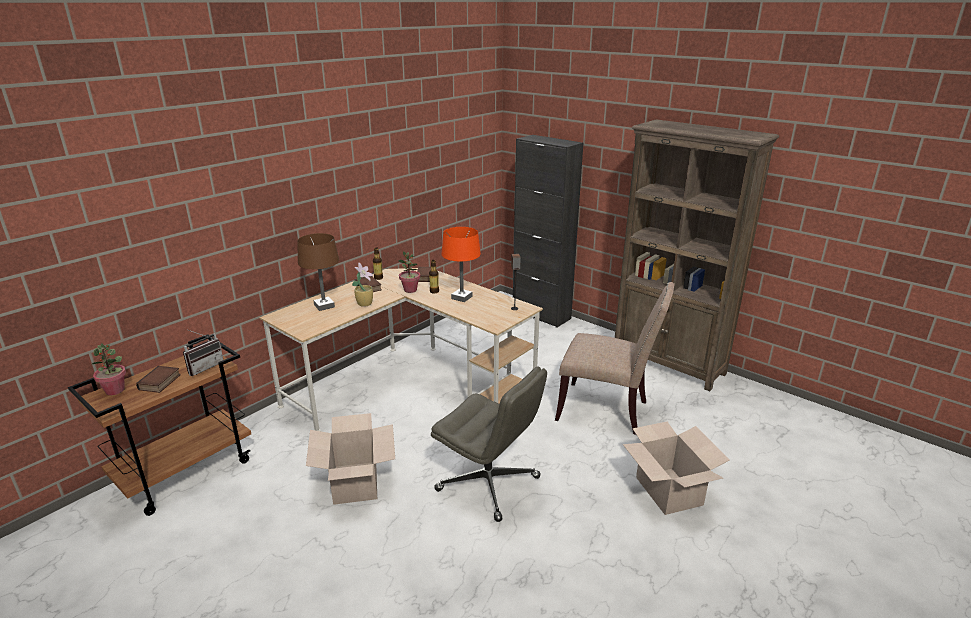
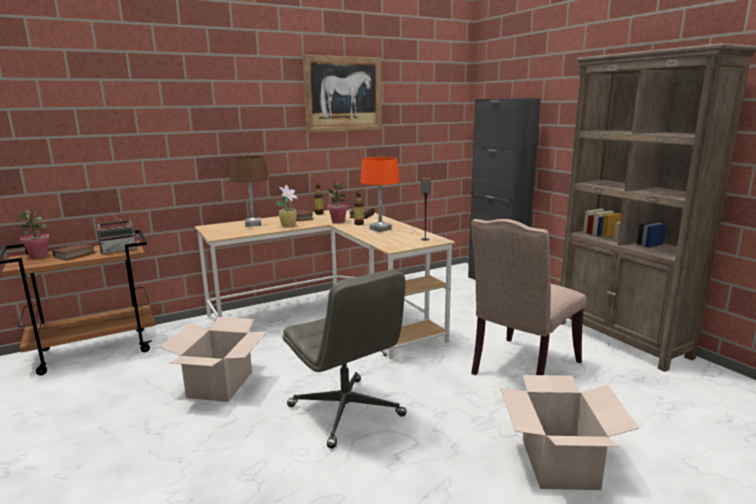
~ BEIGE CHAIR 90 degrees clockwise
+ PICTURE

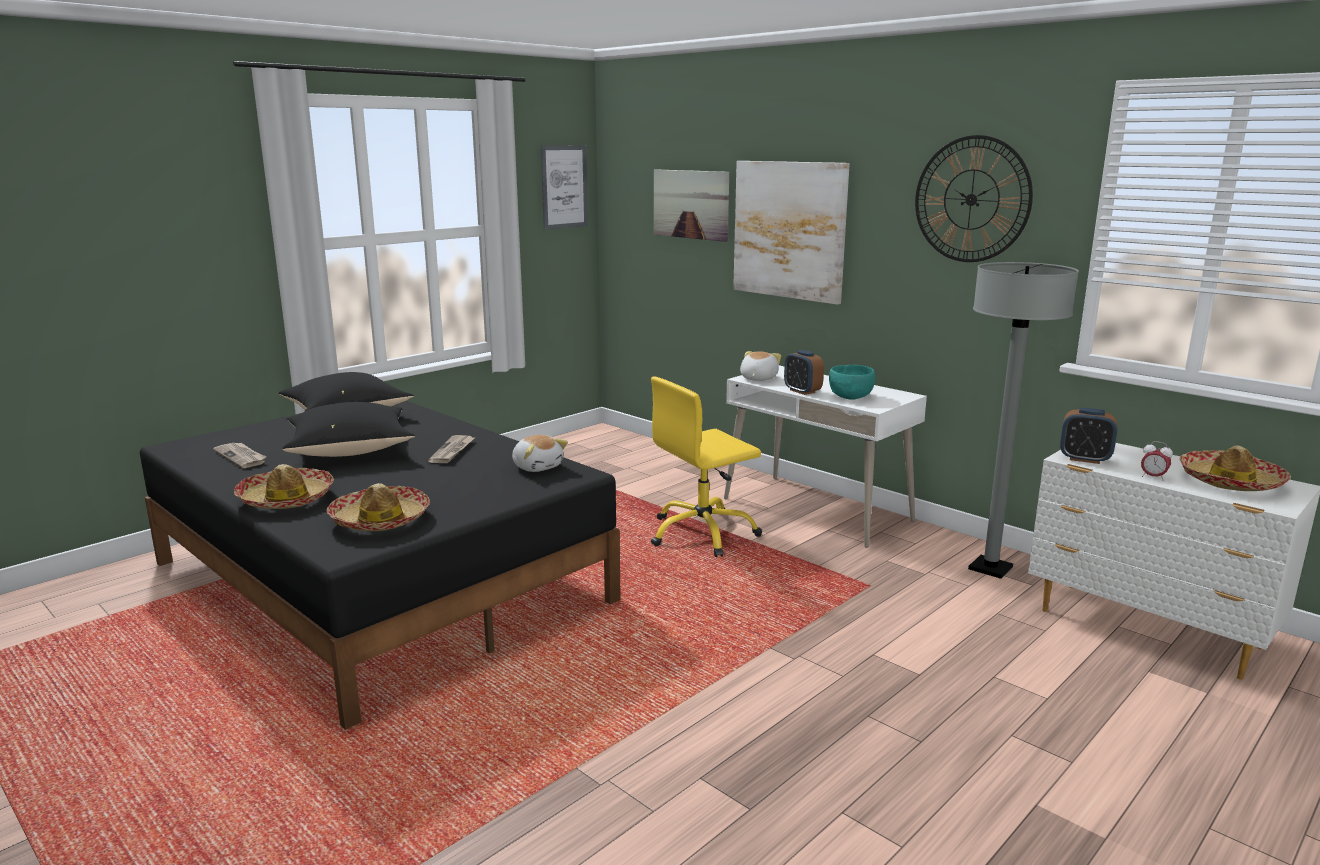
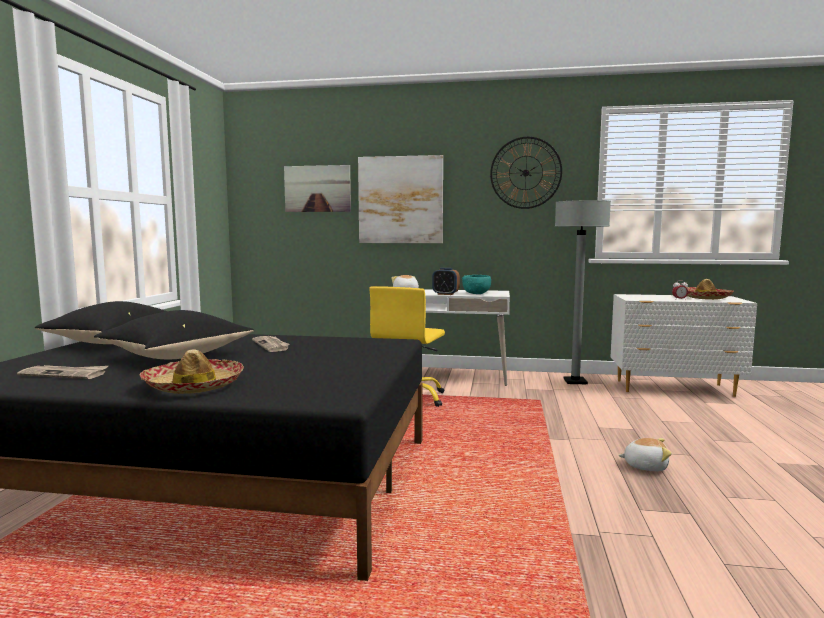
- HAT (2nd from left)
~ PLUSH TOY (1st from left in the first image) to PLUSH TOY (2nd from left)
- PICTURE (1st from left)
- ALARM CLOCK (2nd from left)

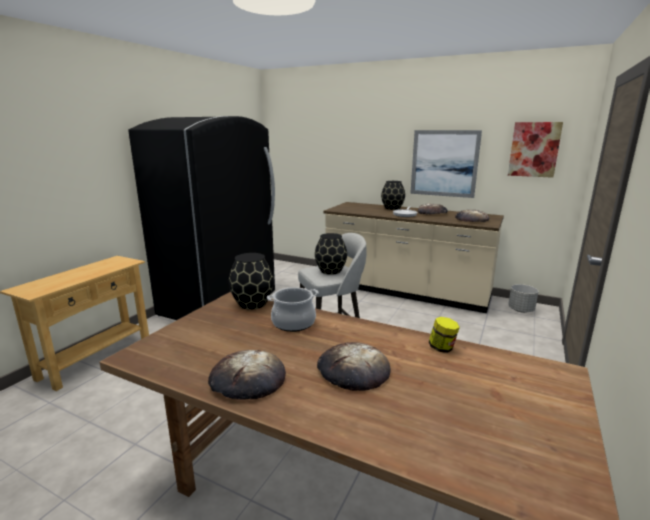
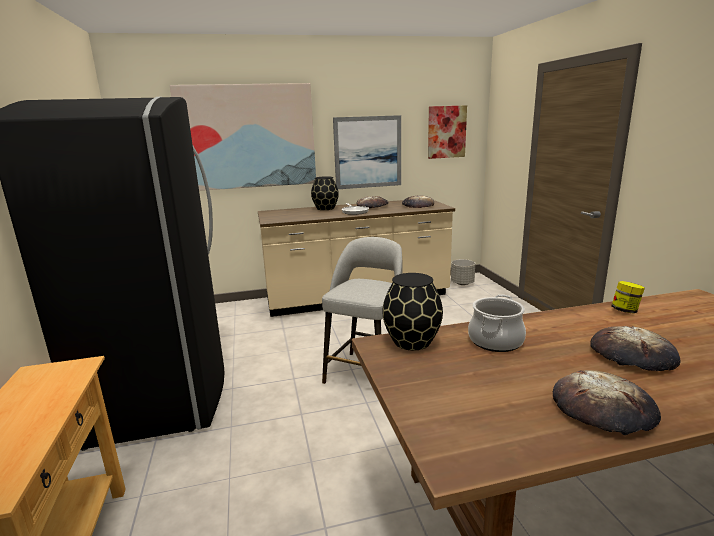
- BLACK VASE (2nd from left)
+ PICTURE (1st from left)

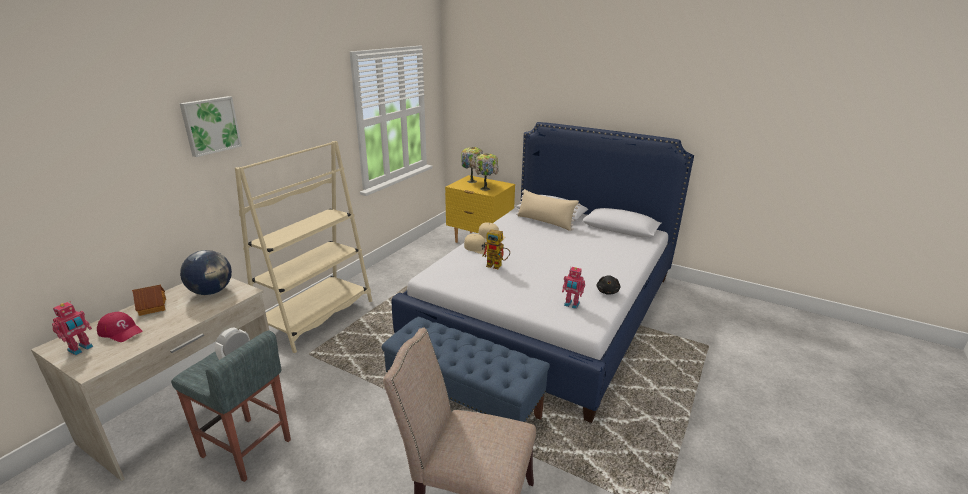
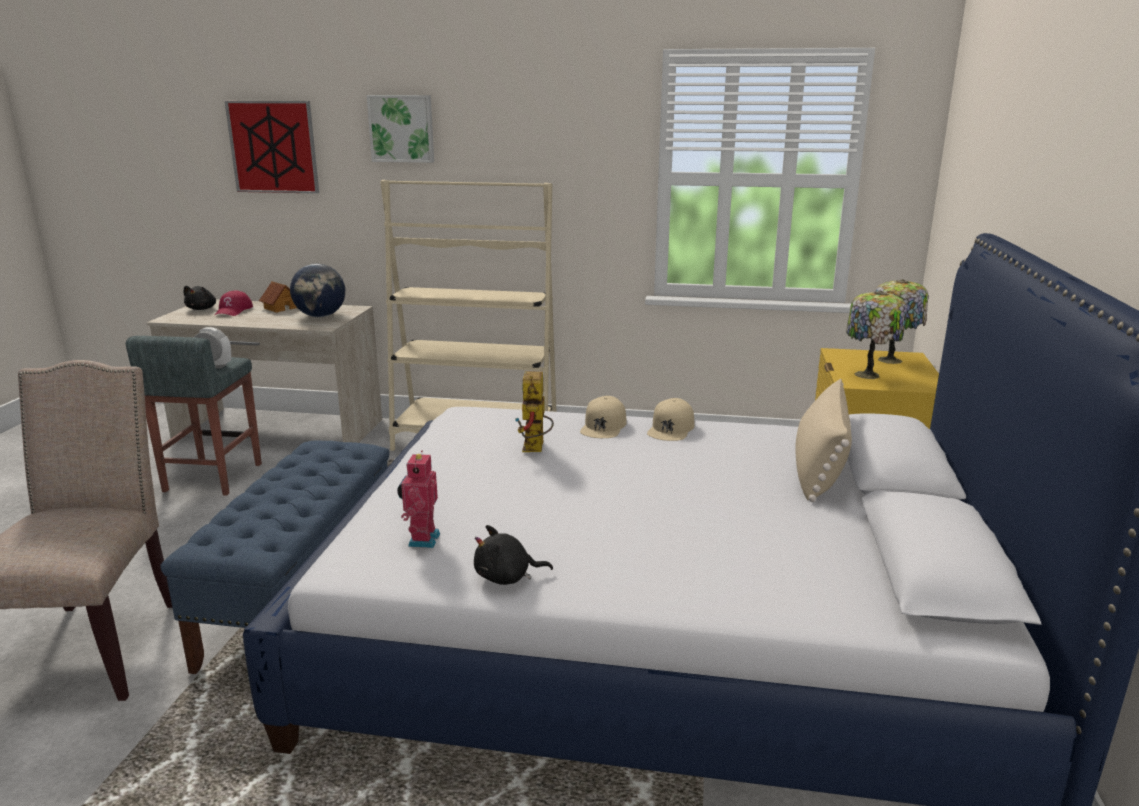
~ TOY ROBOT (1st from left) to BLACK PLUSH TOY (1st from left)
+ PICTURE (1st from left)

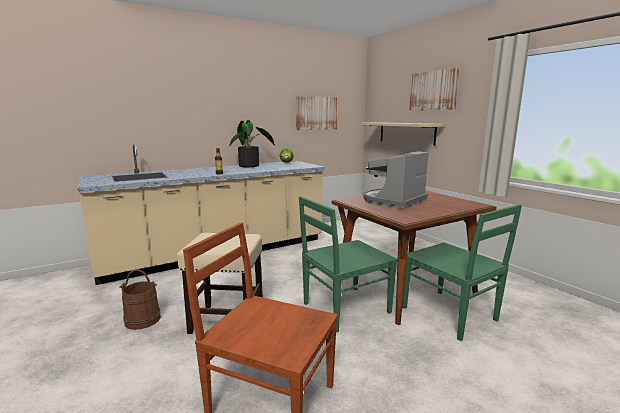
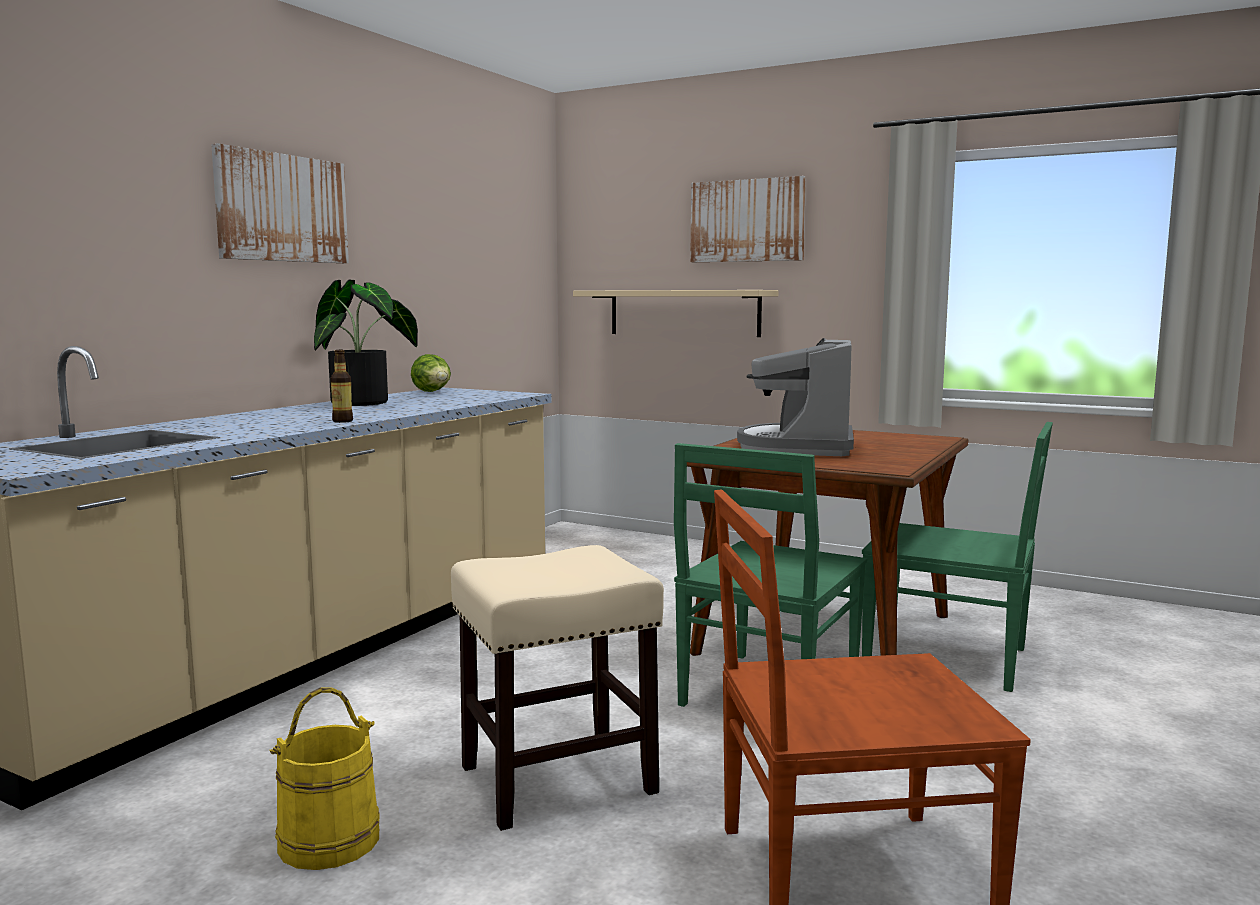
~ BROWN BUCKET to YELLOW BUCKET
~ PICTURE (1st from left)

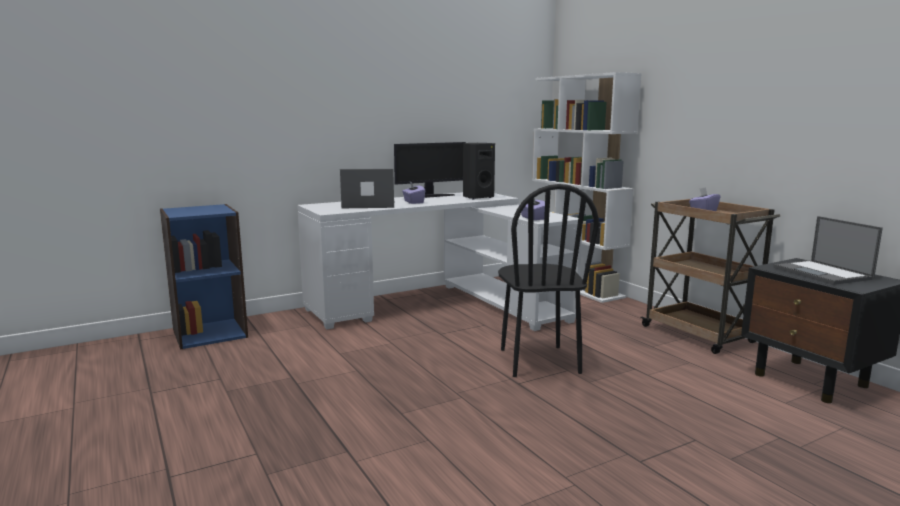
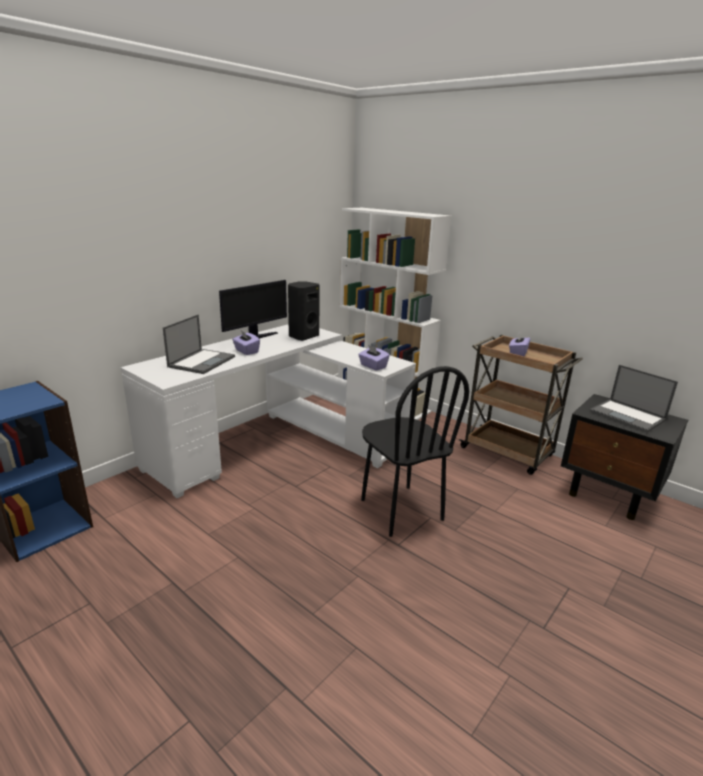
~ LAPTOP (1st from left) 135 degrees clockwise

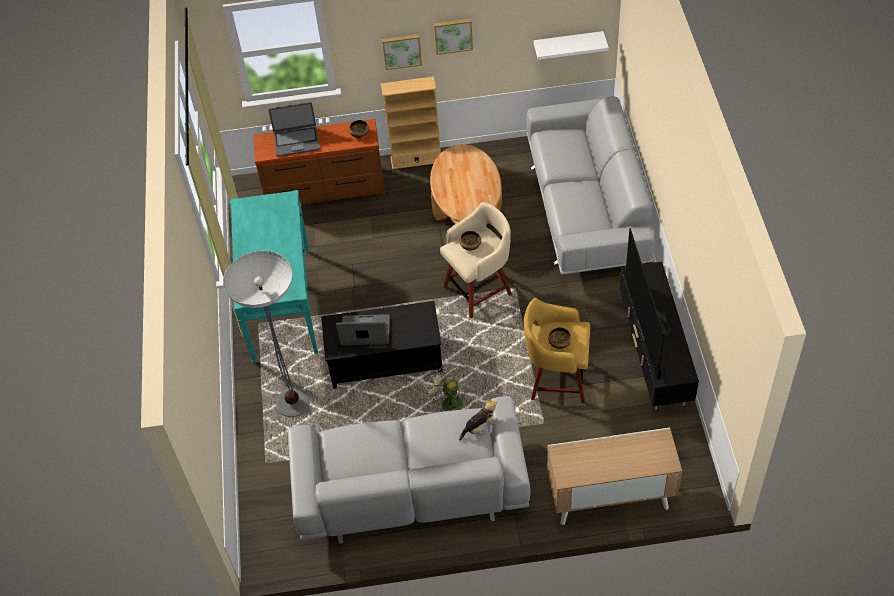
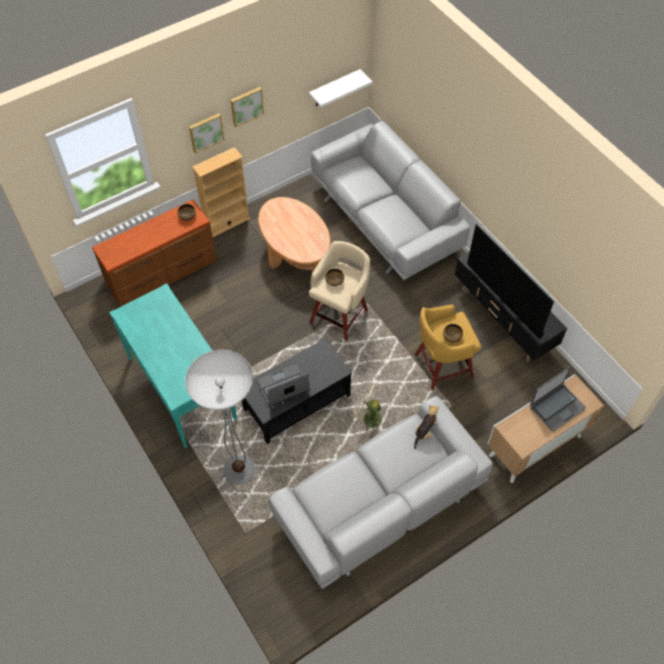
~ LAPTOP (1st from left in the first image) to LAPTOP (2nd from left)

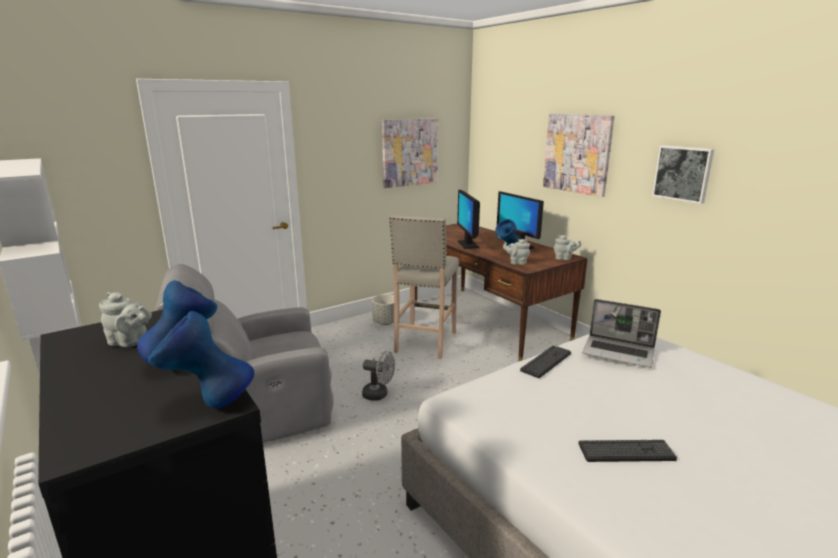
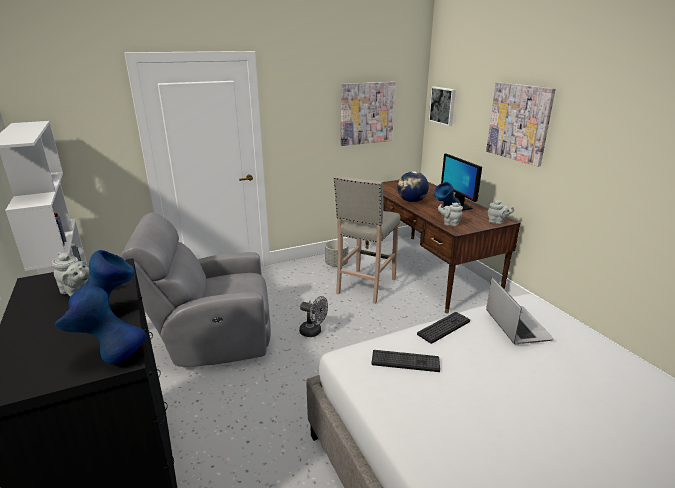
~ MONITOR (1st from left) to GLOBE
~ KEYBOARD (2nd from left in the first image) to KEYBOARD (1st from left)
~ LAPTOP 135 degrees counterclockwise
~ PICTURE (3rd from left in the first image) to PICTURE (2nd from left)

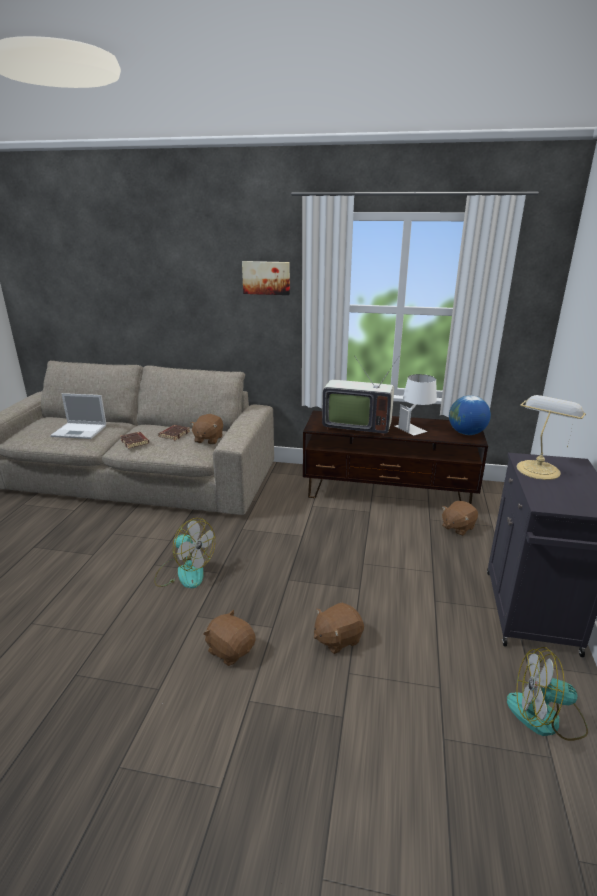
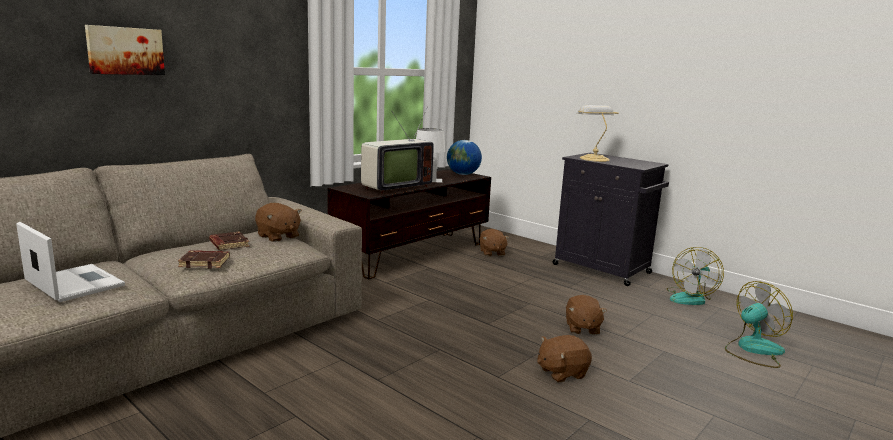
~ LAPTOP 90 degrees counterclockwise
~ FAN (1st from left in the first image) to FAN (2nd from left)
~ PICTURE

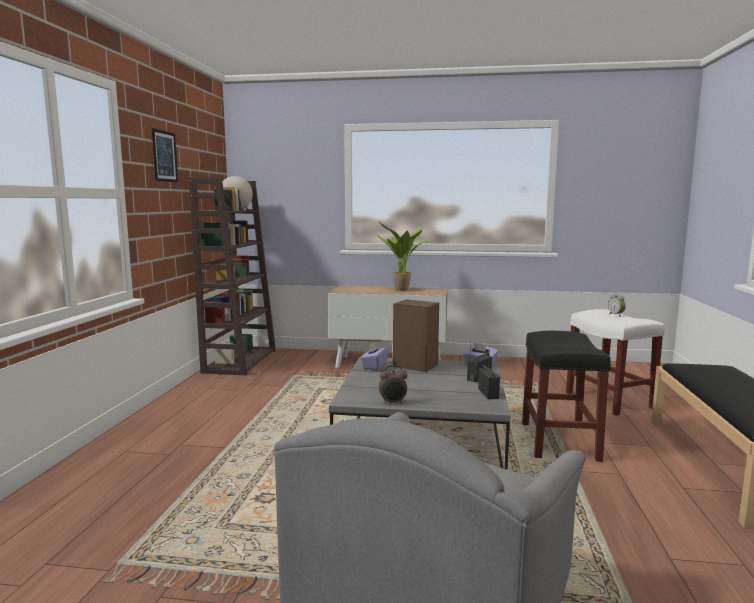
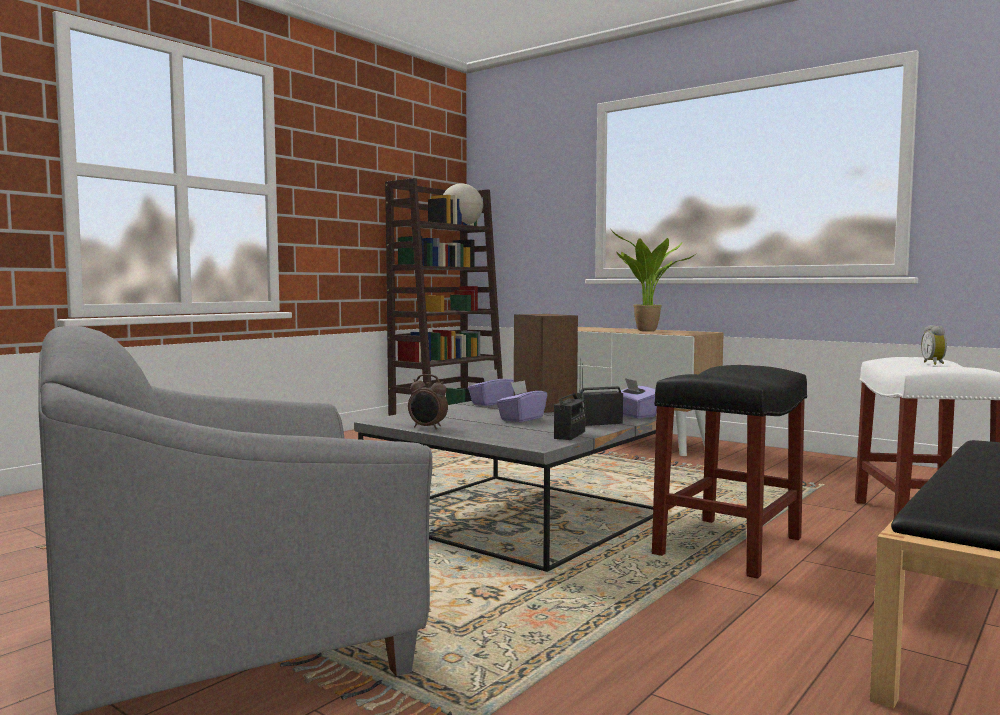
- PICTURE
+ PURPLE TISSUE BOX (2nd from left)

